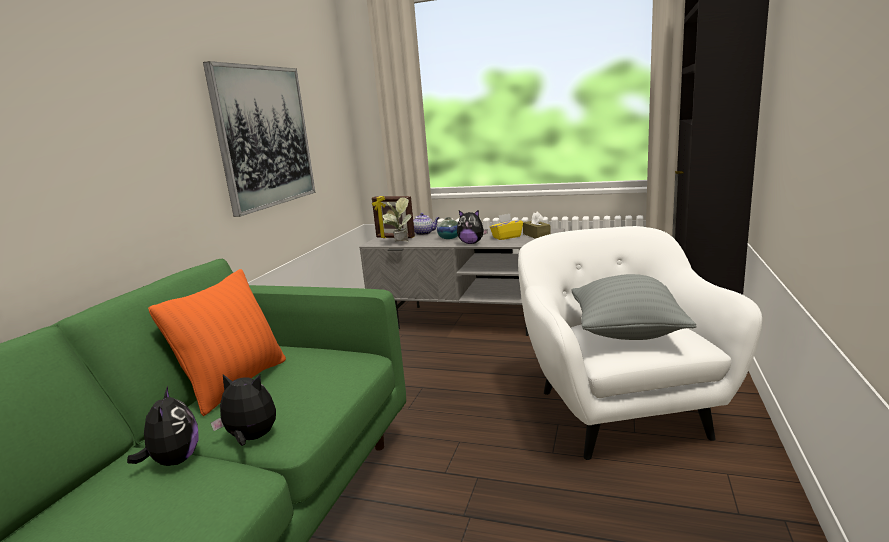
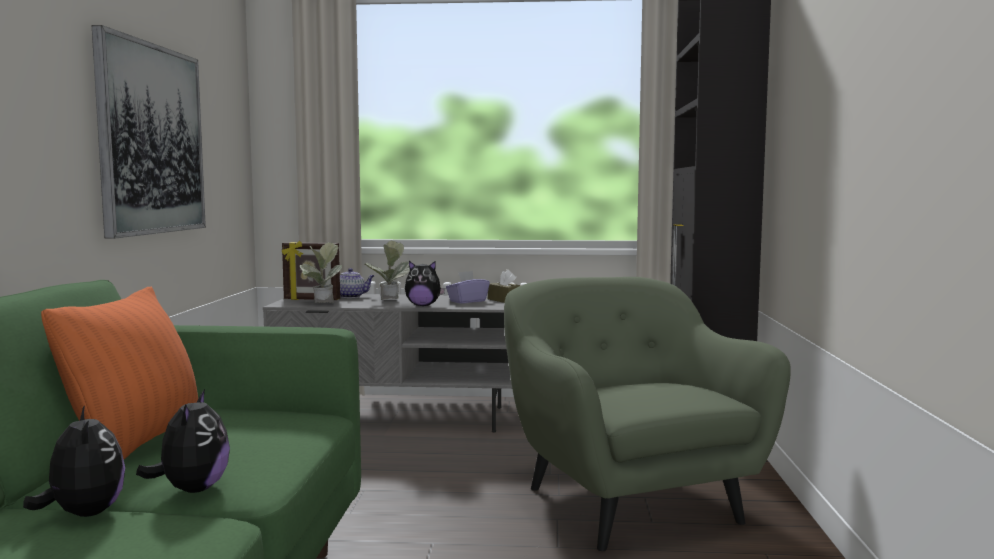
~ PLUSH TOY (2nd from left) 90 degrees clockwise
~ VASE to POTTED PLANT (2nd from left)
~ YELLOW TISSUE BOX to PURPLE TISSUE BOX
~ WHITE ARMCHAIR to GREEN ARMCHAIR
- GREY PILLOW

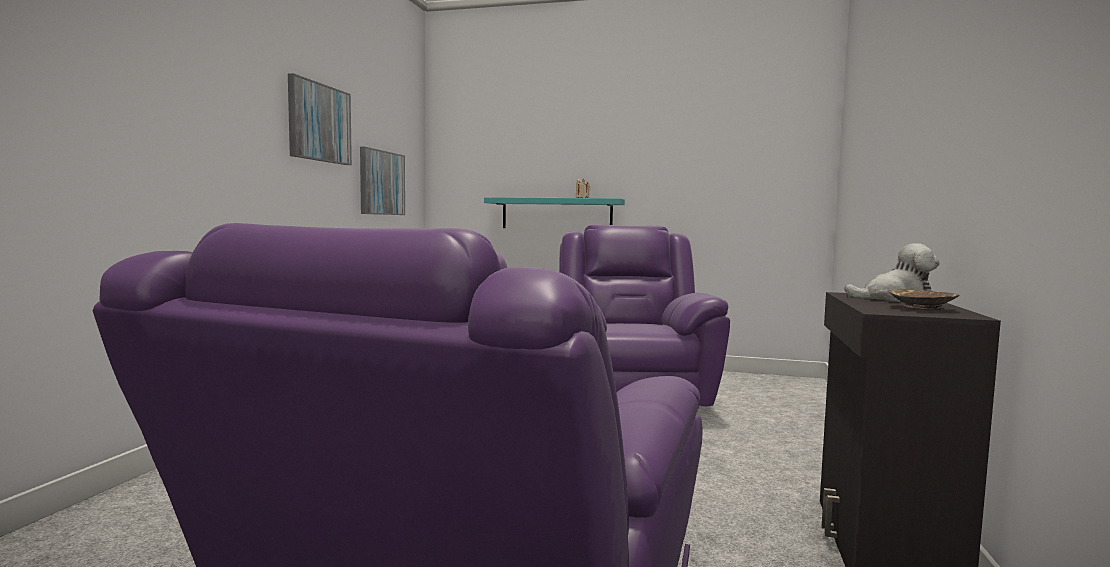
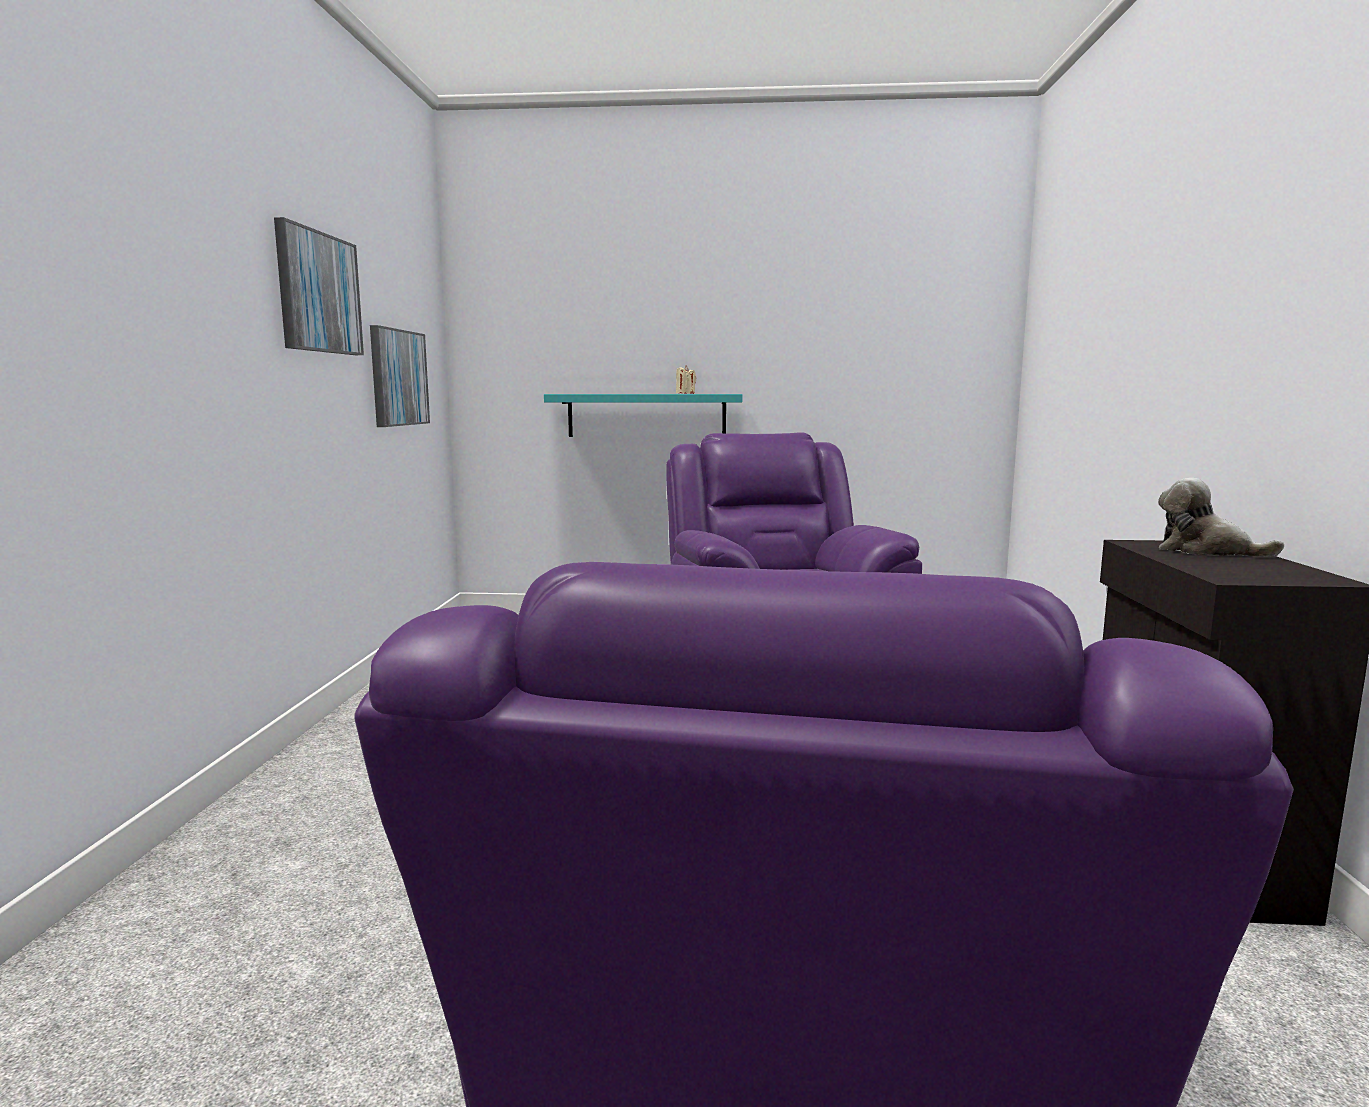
~ PLUSH TOY 135 degrees counterclockwise
- BROWN BOWL

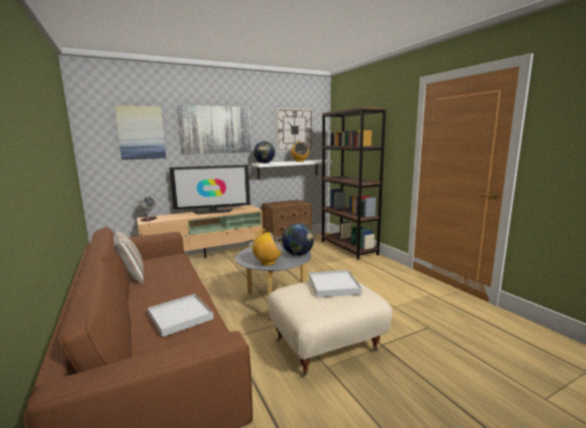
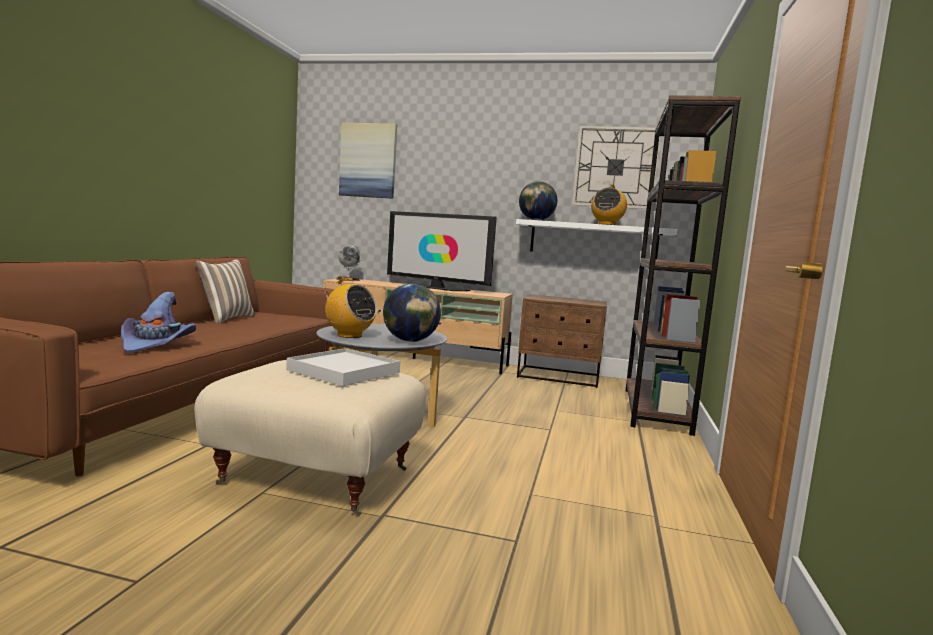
~ WHITE TRAY (1st from left) to PURPLE HAT
- PICTURE (2nd from left)

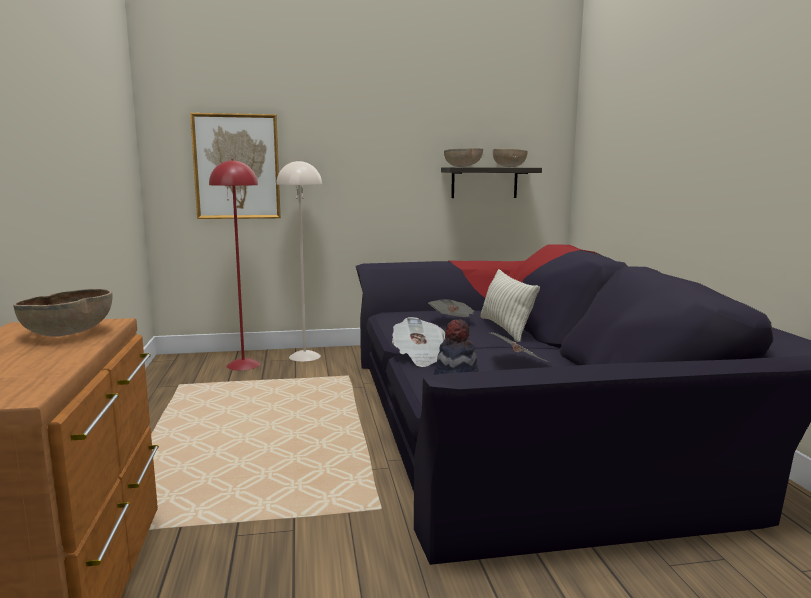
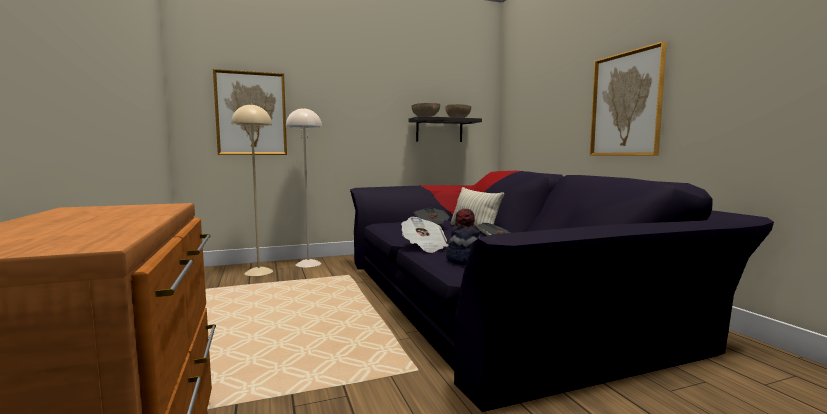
- BROWN BOWL (1st from left)
~ RED FLOOR LAMP to BEIGE FLOOR LAMP (1st from left)
+ PICTURE (2nd from left)

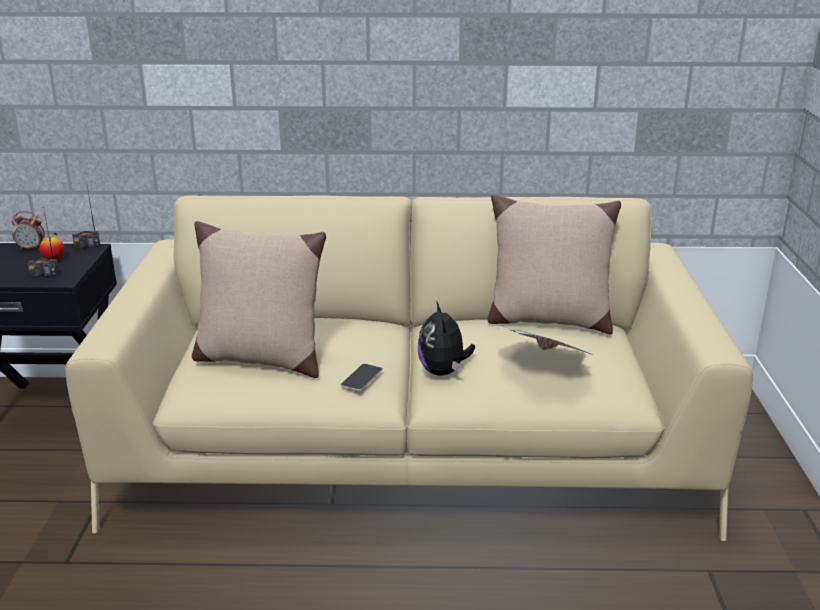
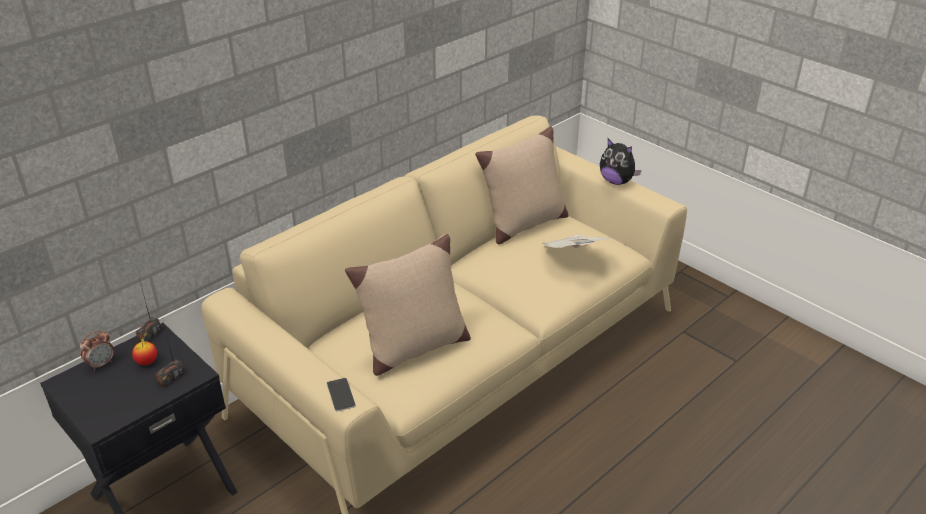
~ PHONE
~ PLUSH TOY

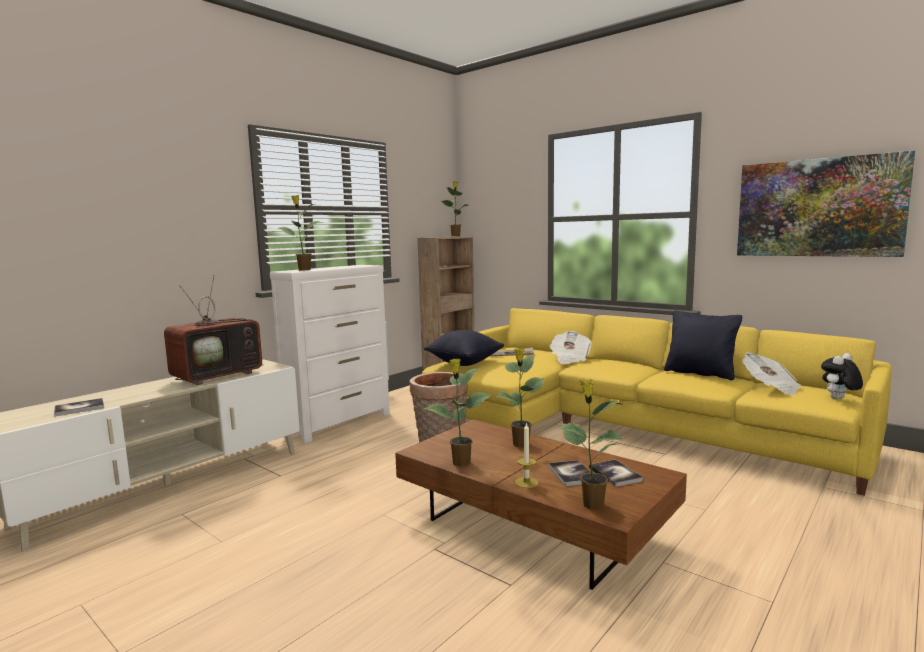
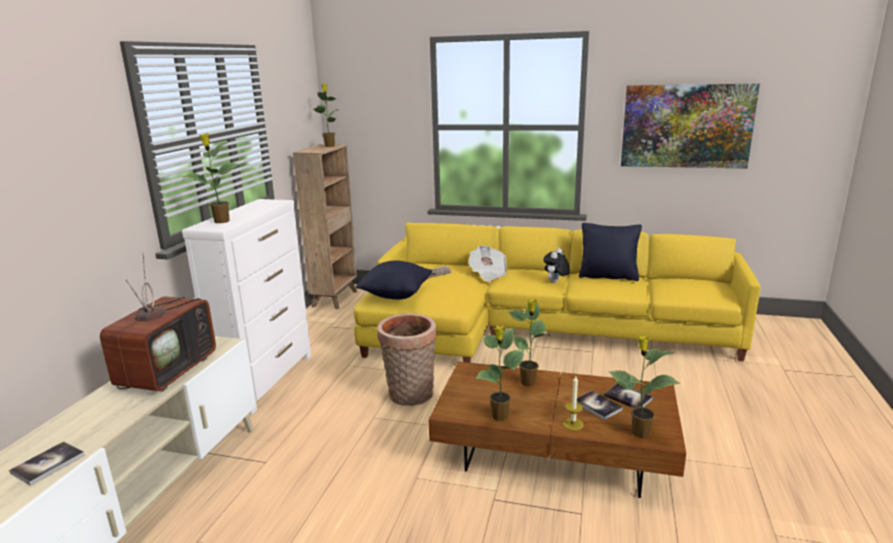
- NEWSPAPER (3rd from left)
~ PLUSH TOY

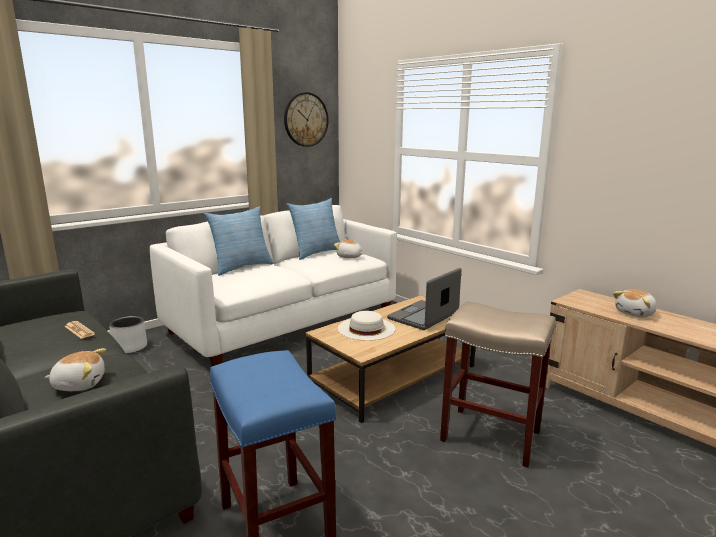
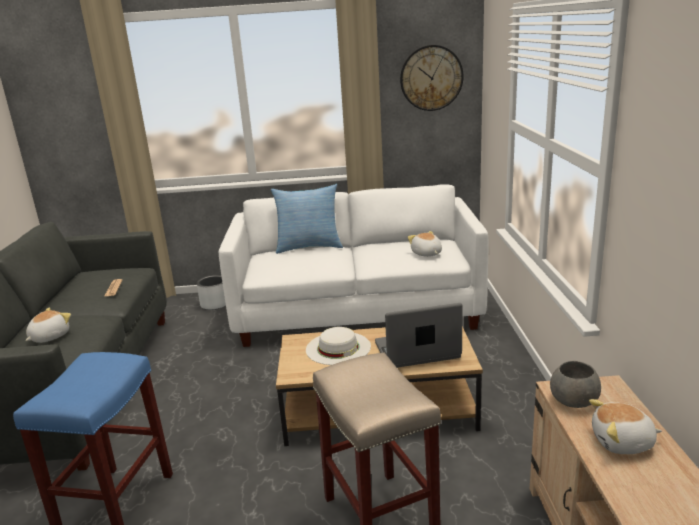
~ PLUSH TOY (1st from left) 90 degrees counterclockwise
- PILLOW (2nd from left)
+ GREY BOWL

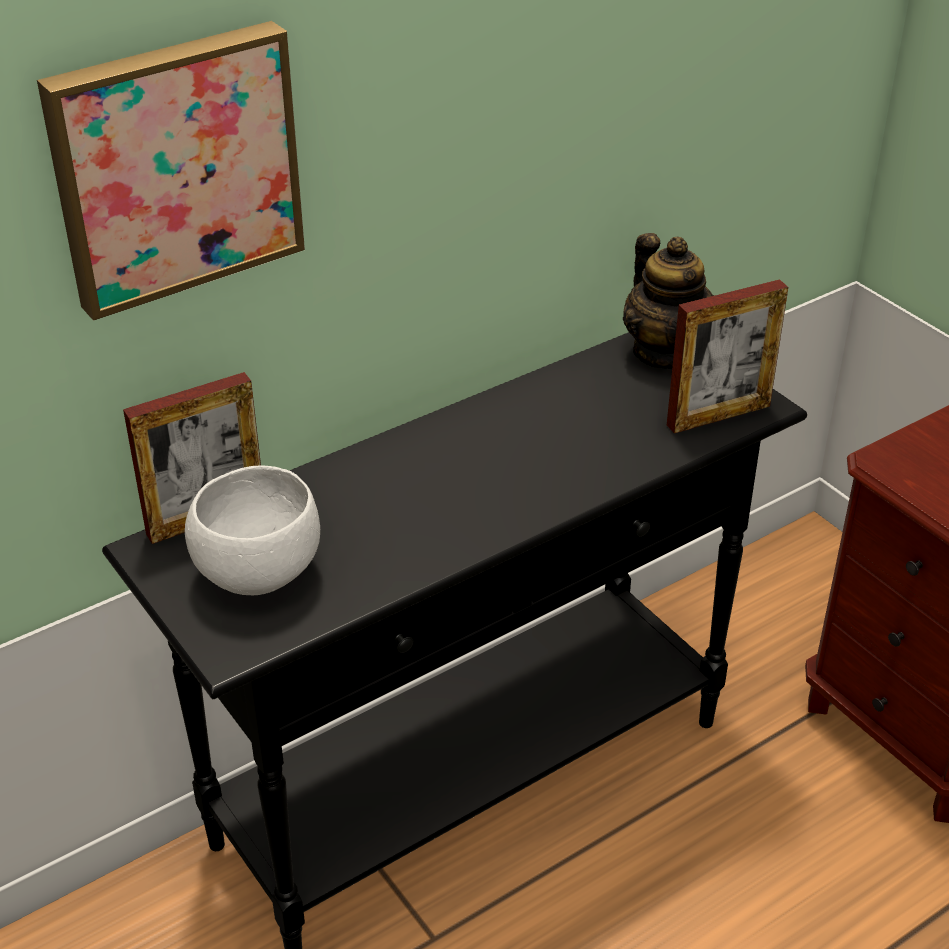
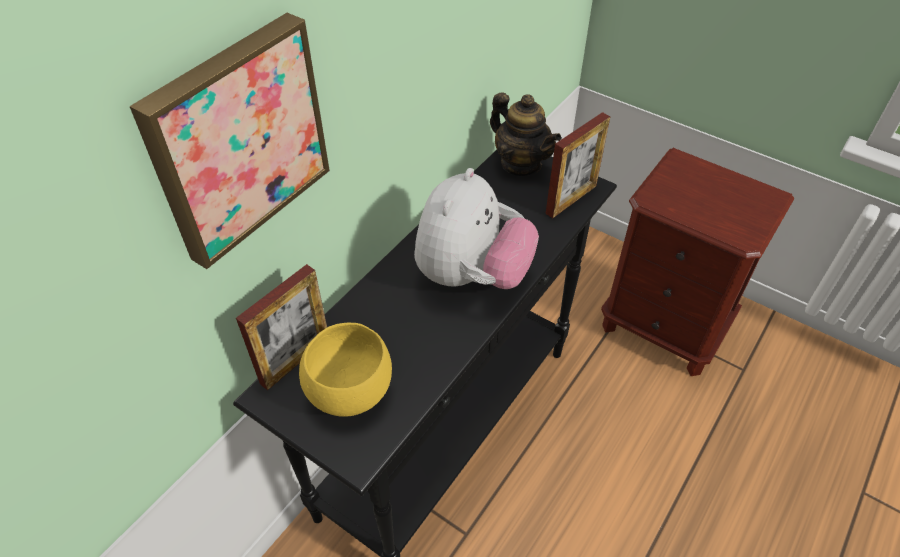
~ WHITE BOWL to YELLOW BOWL
+ PLUSH TOY

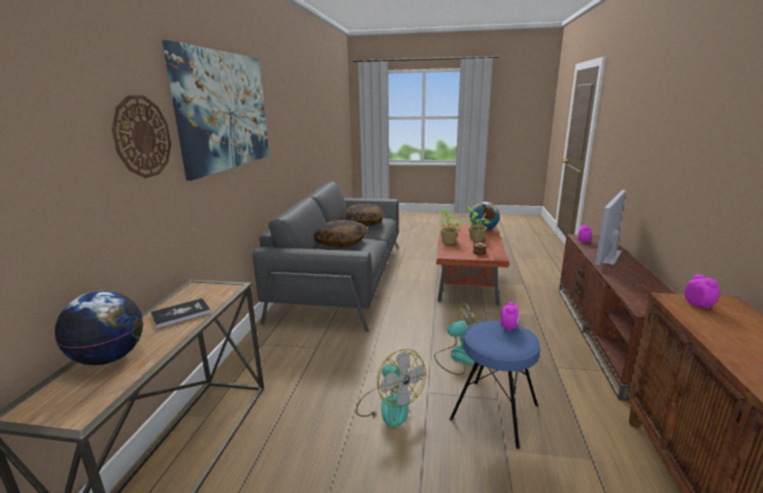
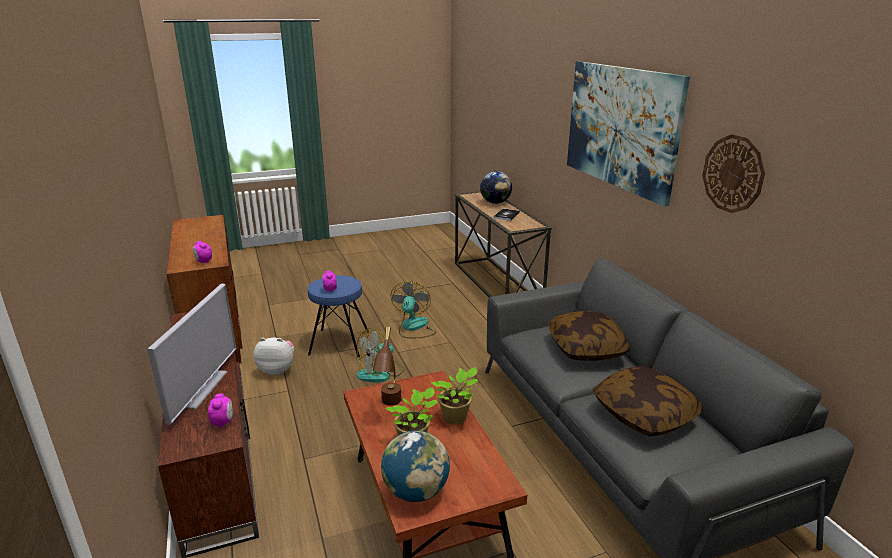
~ WALL CLOCK
~ FAN (1st from left in the first image) 75 degrees clockwise
+ PLUSH TOY

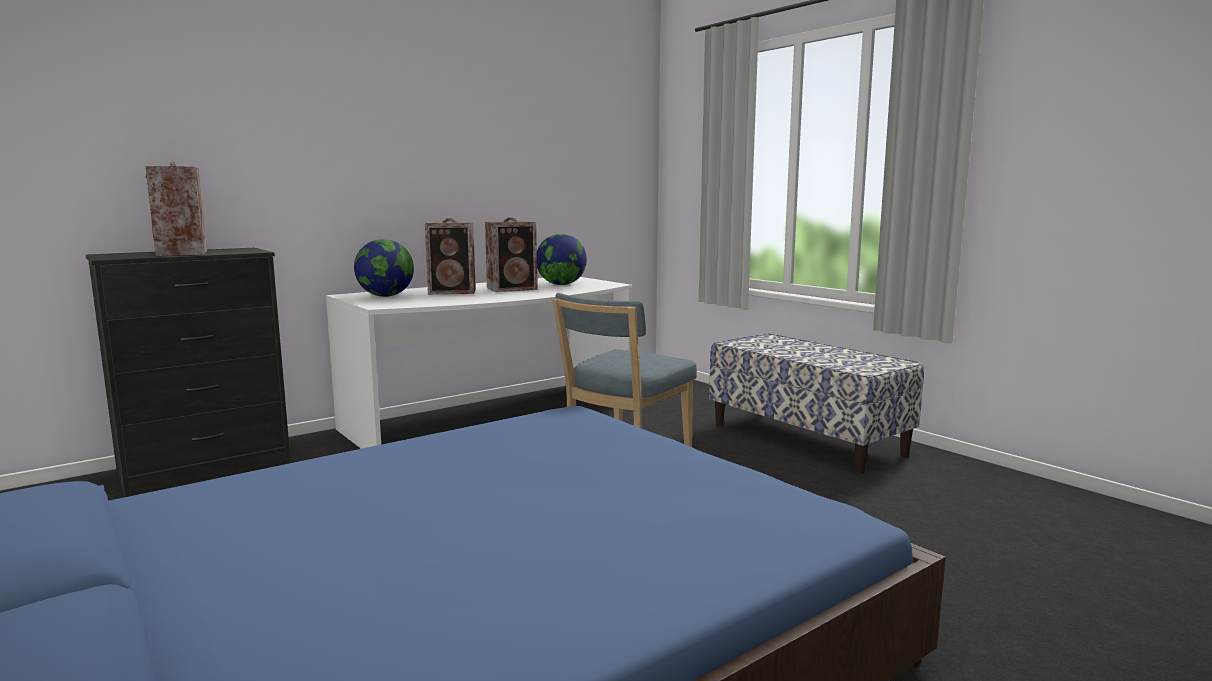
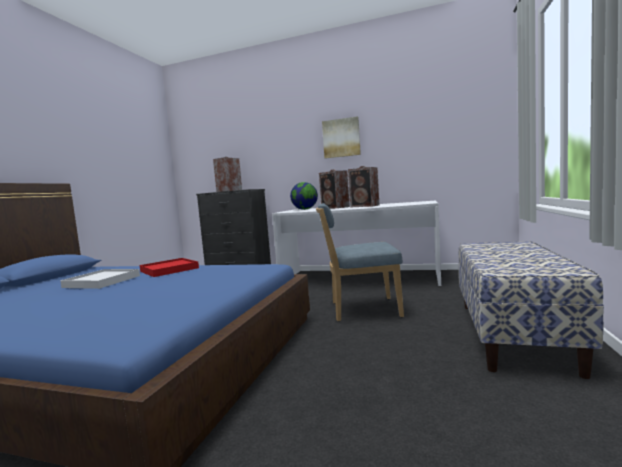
- GLOBE (2nd from left)
+ WHITE TRAY
+ RED TRAY
+ PICTURE

